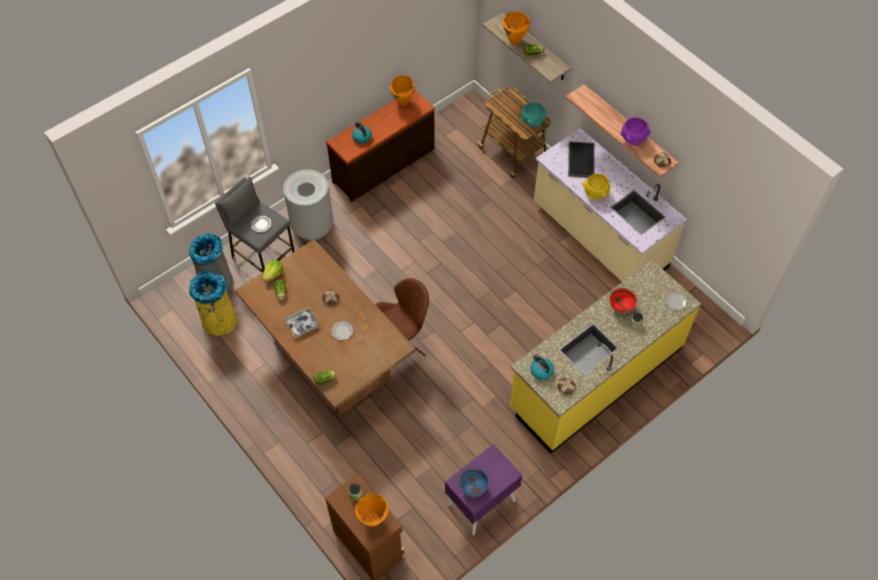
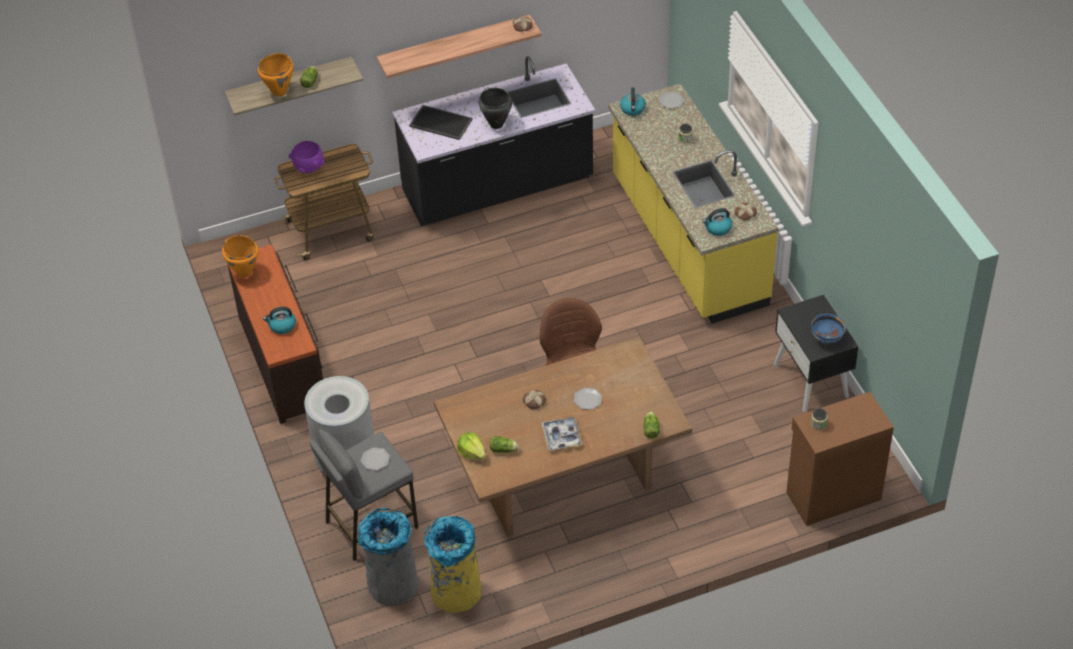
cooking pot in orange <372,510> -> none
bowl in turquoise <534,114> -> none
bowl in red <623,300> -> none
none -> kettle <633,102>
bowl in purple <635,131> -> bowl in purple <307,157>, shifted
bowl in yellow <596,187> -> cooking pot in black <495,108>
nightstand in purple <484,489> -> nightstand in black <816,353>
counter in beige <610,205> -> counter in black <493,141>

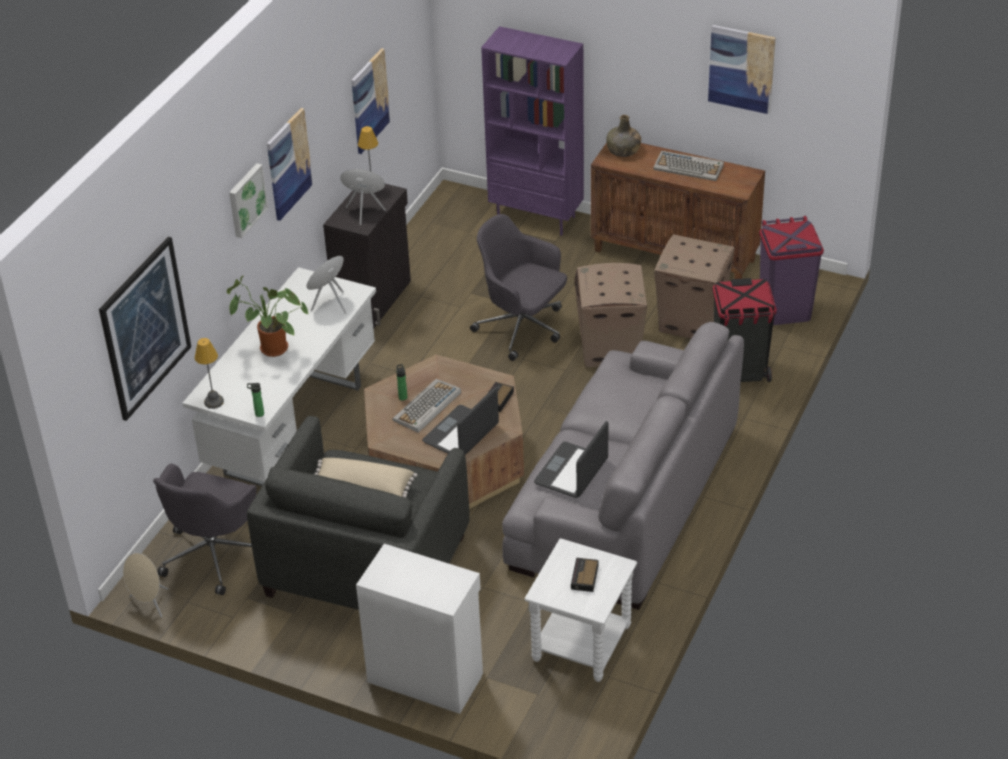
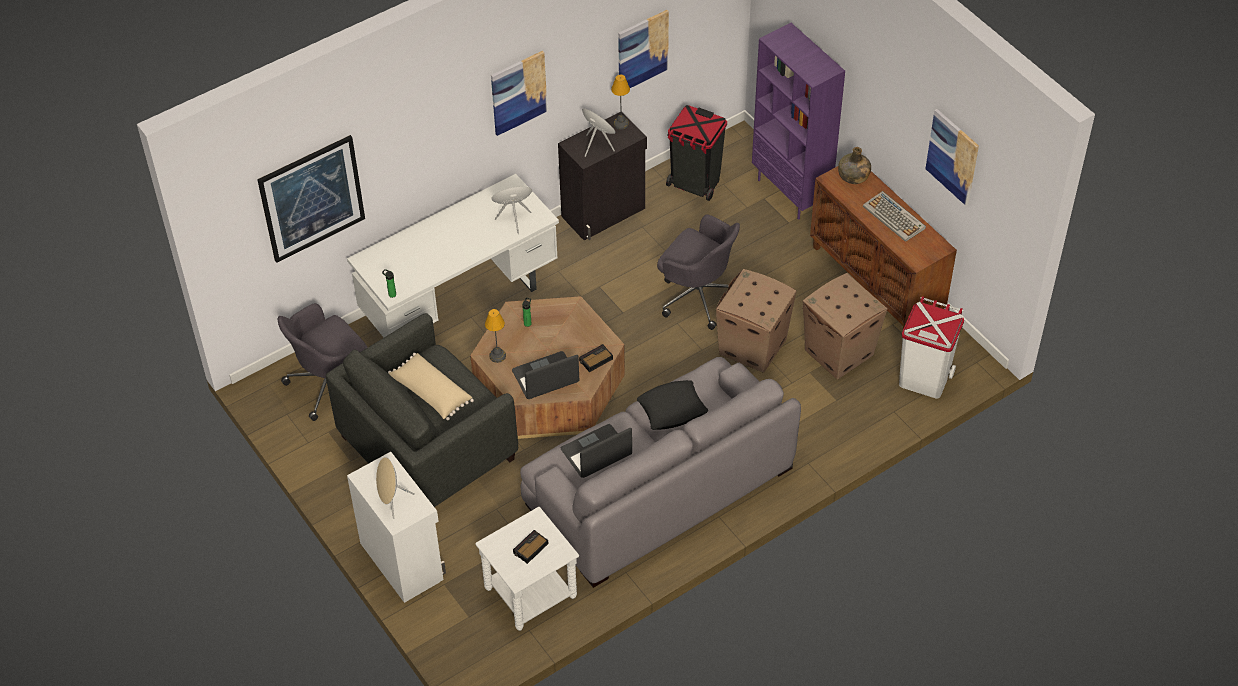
potted plant <267,316> -> none
picture <248,200> -> none
keyboard <426,406> -> none
none -> pillow in black <672,405>
speaker in beige <145,585> -> speaker in beige <395,488>, shifted
table lamp <209,373> -> table lamp <495,336>, shifted
trash can in black <745,330> -> trash can in black <696,153>, shifted
trash can in purple <791,270> -> trash can in white <931,347>
office chair in grey <518,287> -> office chair in grey <698,272>, 150 degrees clockwise

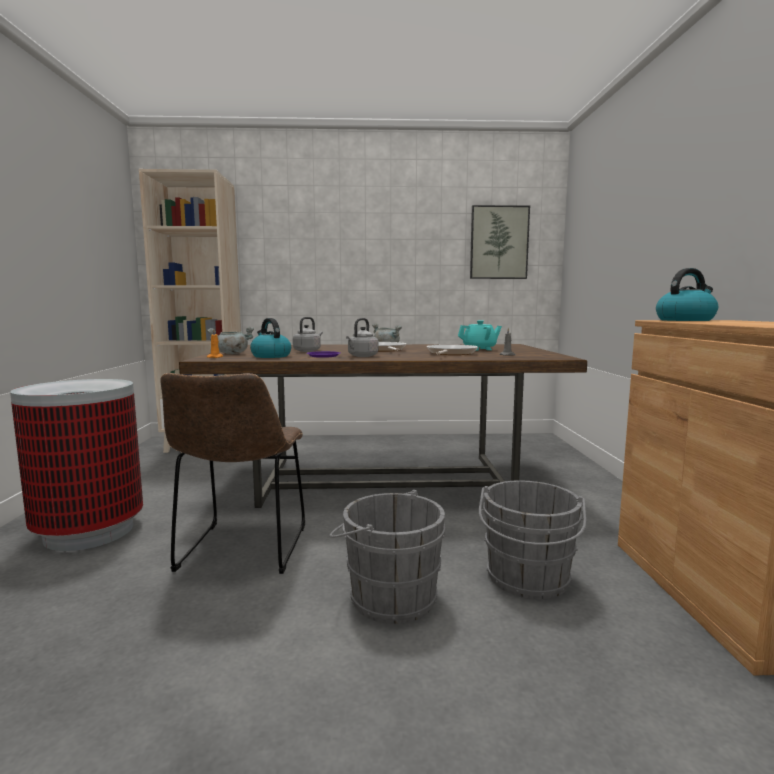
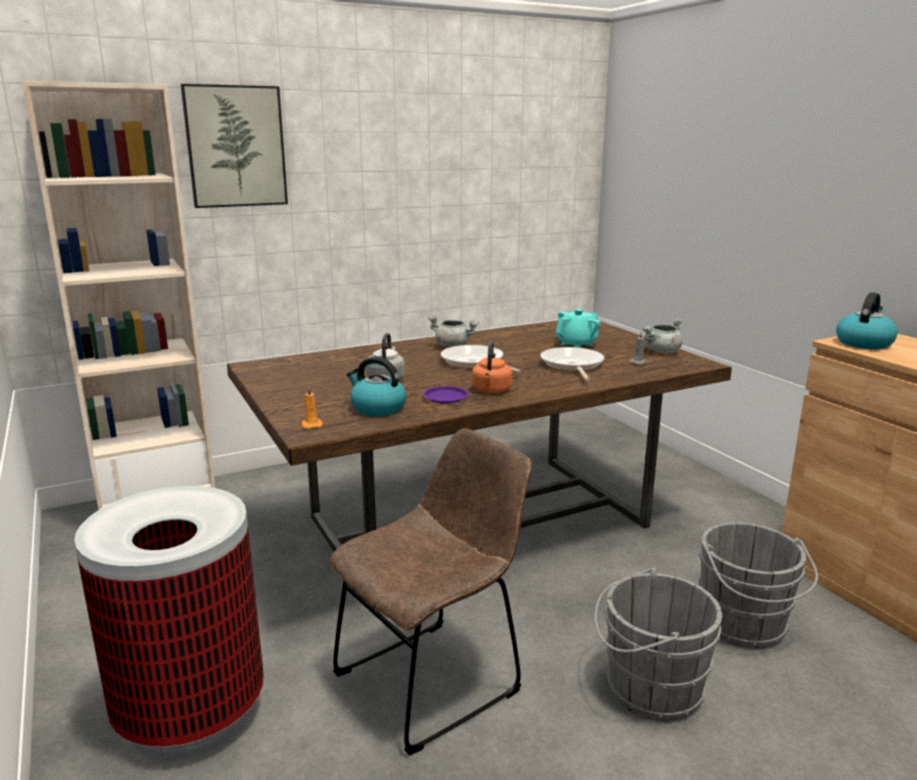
cooking pot in grey <230,340> -> cooking pot in grey <662,336>, shifted
picture <500,242> -> picture <234,146>, shifted
kettle in grey <362,337> -> kettle in orange <492,367>
chair in brown <233,473> -> chair in brown <430,592>, 105 degrees counterclockwise

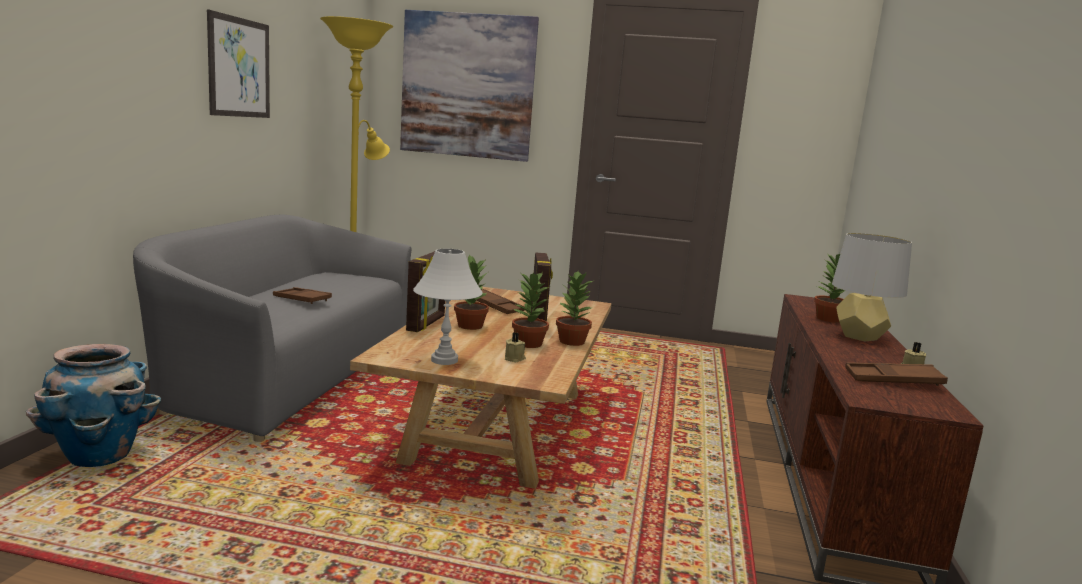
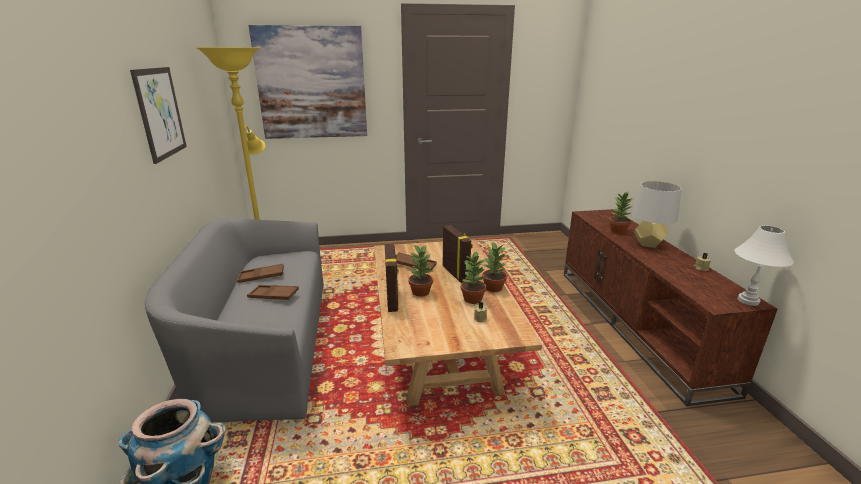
table lamp in white <448,307> -> table lamp in white <764,266>, shifted
tray in brown <896,374> -> tray in brown <260,273>, shifted

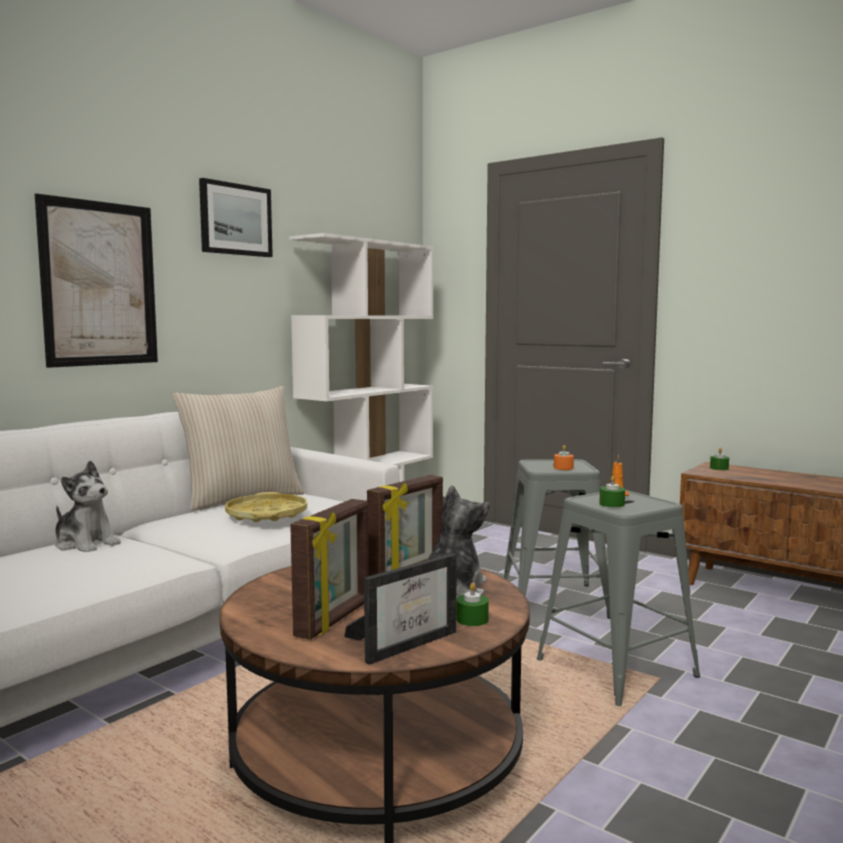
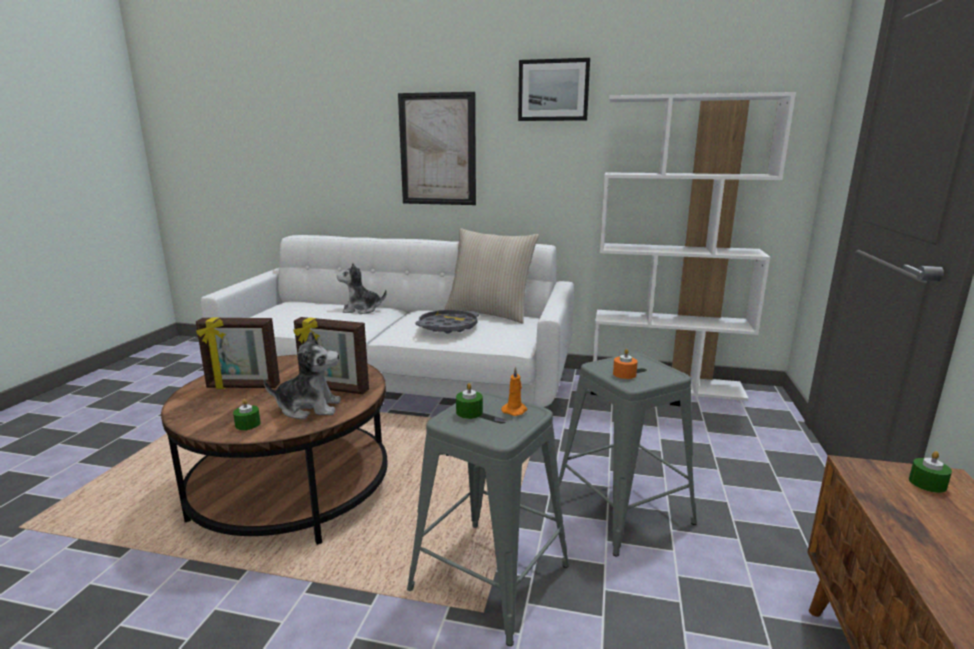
picture frame <400,609> -> none
tray in yellow <266,507> -> tray in grey <447,322>
plush toy <88,506> -> plush toy <362,288>, 75 degrees clockwise

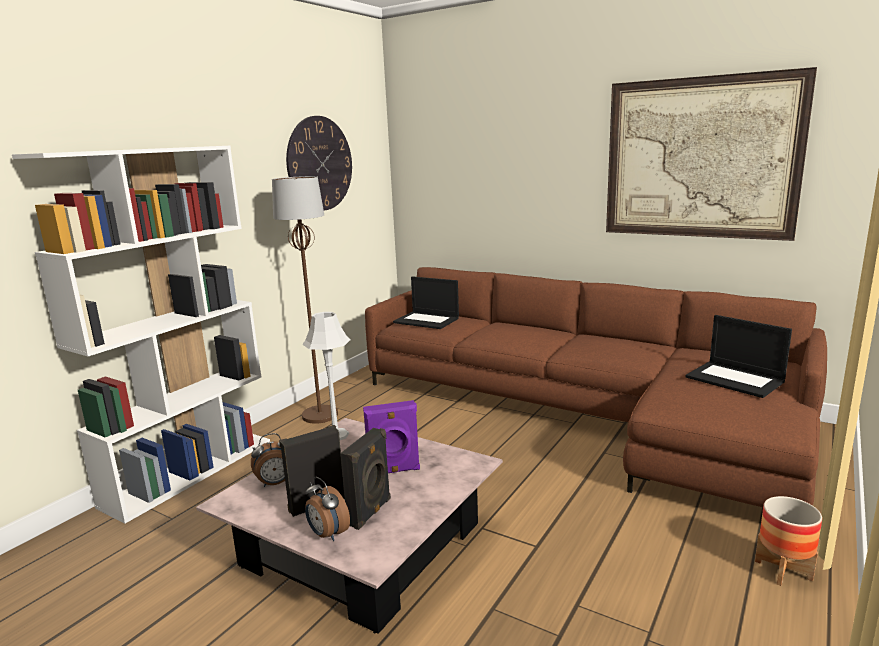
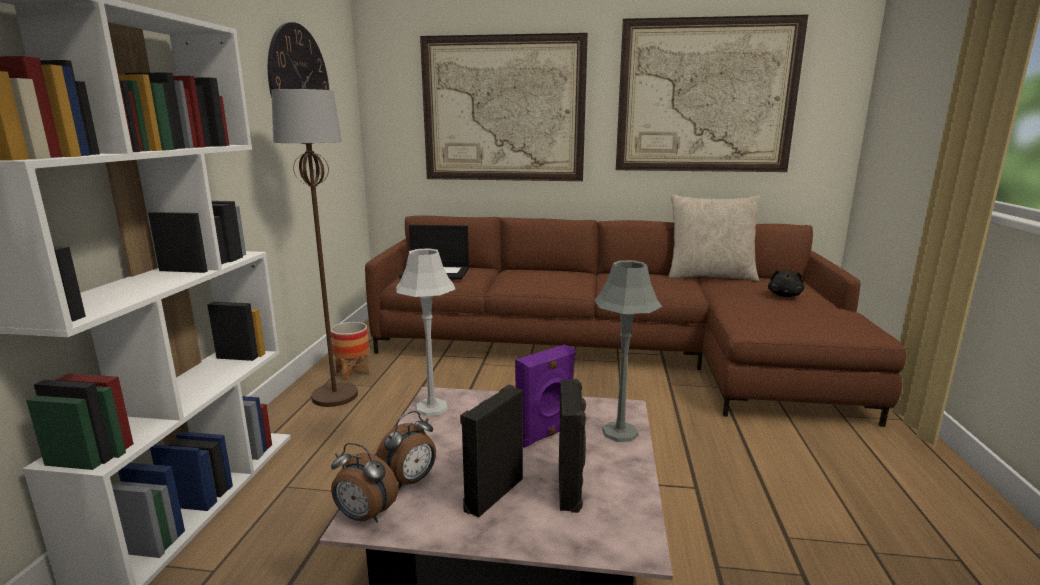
none -> picture <504,107>
none -> table lamp in grey <628,351>
none -> pillow in beige <714,238>
alarm clock <327,509> -> alarm clock <364,482>, shifted
planter <788,541> -> planter <350,351>, shifted
laptop <739,356> -> plush toy in black <786,283>

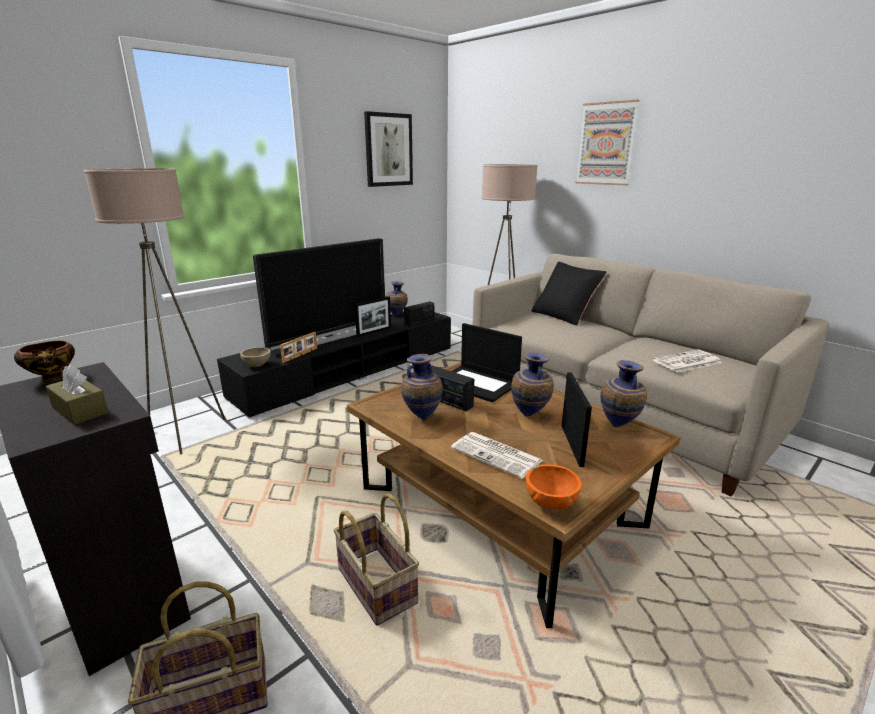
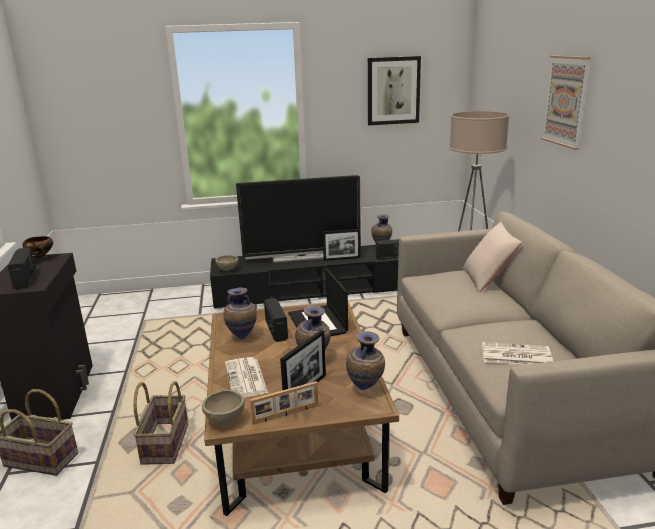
floor lamp in beige <154,311> -> none
picture frame <298,347> -> picture frame <284,403>, shifted
tissue box in brown <77,395> -> radio <22,268>
bowl in orange <554,486> -> bowl in beige <223,407>
pillow in black <569,293> -> pillow in beige <492,257>

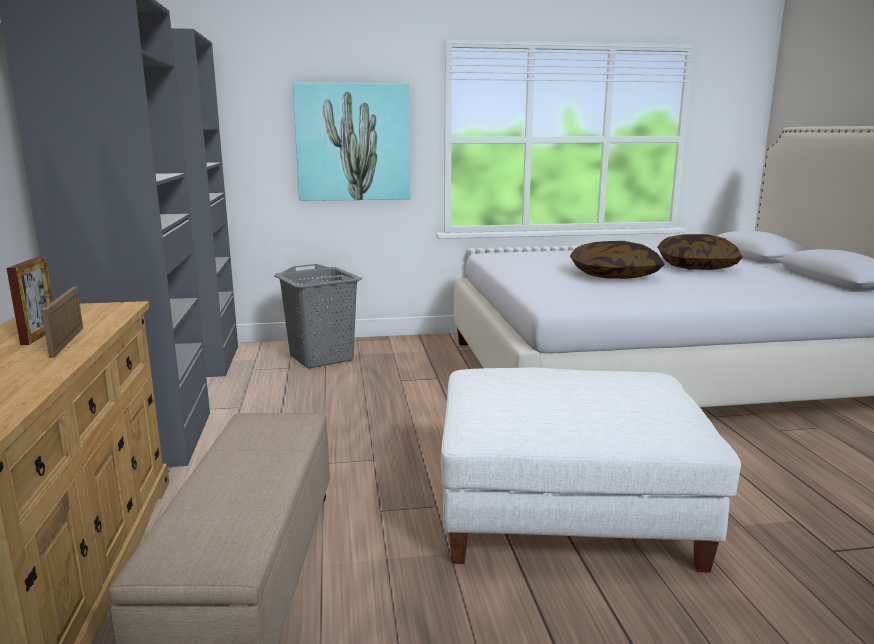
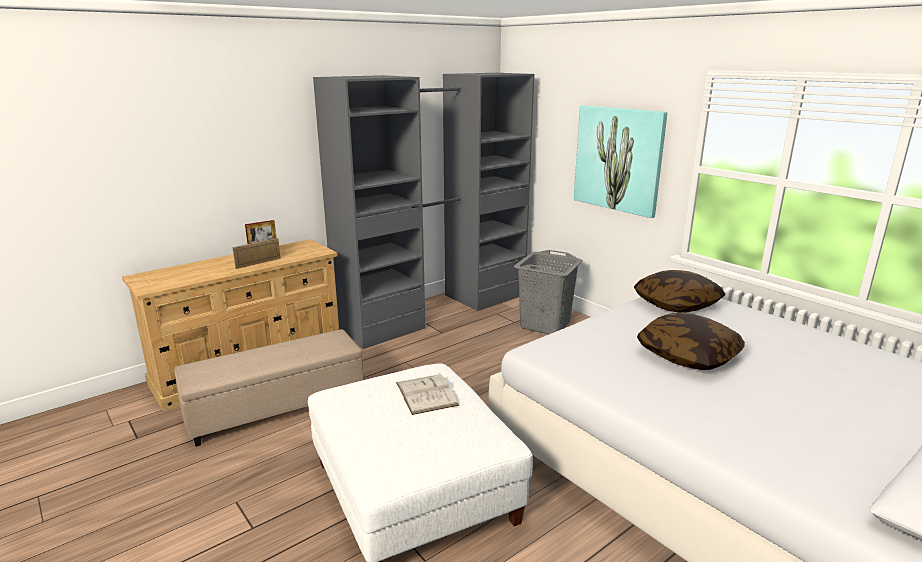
none -> book in white <427,394>
pillow <699,252> -> pillow <680,291>, shifted

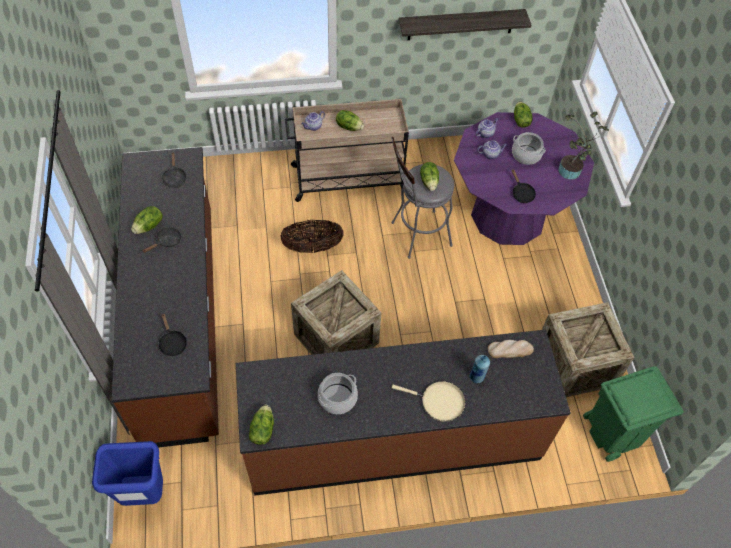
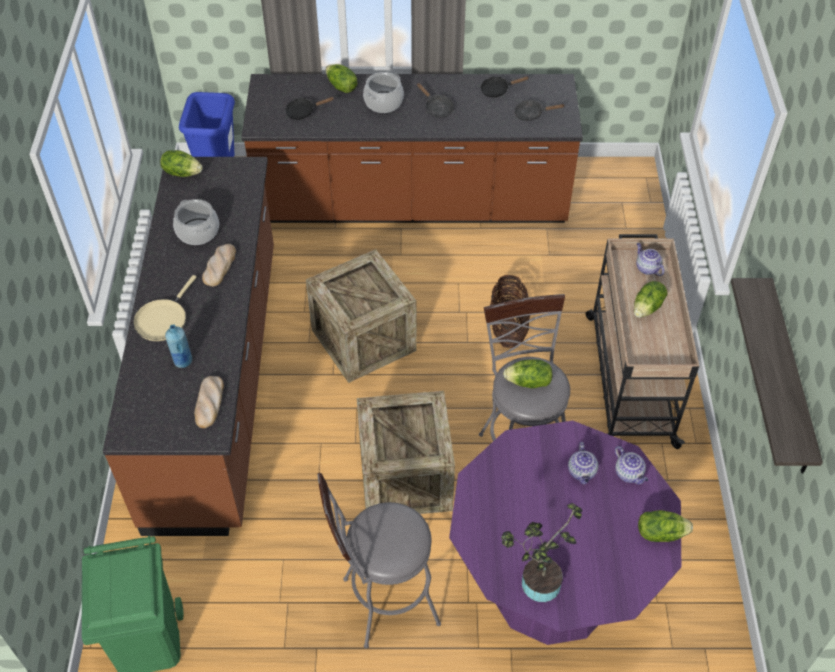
none -> bread <219,265>
none -> stool in grey <379,561>
lettuce <147,220> -> lettuce <342,78>, shifted
cooking pot <529,148> -> cooking pot <383,92>, shifted
frying pan in black <524,186> -> frying pan in black <504,86>, shifted
crate <588,349> -> crate <406,452>, shifted

